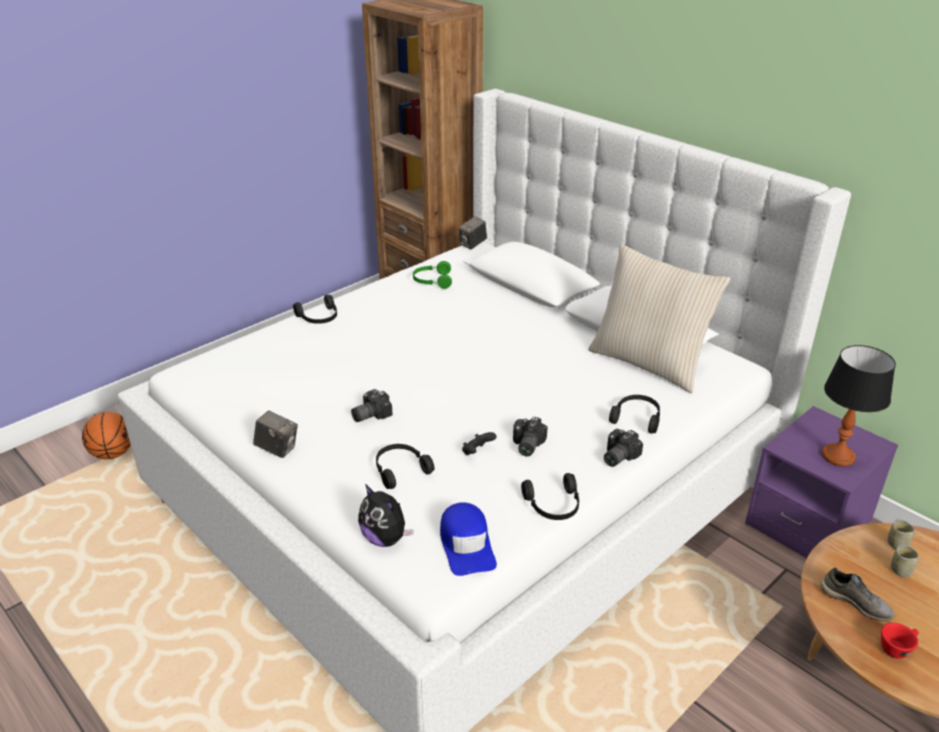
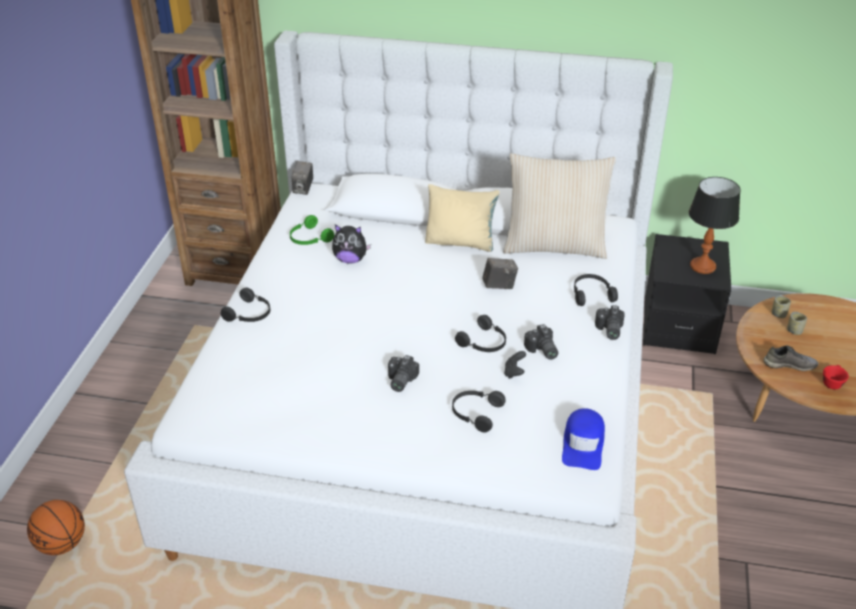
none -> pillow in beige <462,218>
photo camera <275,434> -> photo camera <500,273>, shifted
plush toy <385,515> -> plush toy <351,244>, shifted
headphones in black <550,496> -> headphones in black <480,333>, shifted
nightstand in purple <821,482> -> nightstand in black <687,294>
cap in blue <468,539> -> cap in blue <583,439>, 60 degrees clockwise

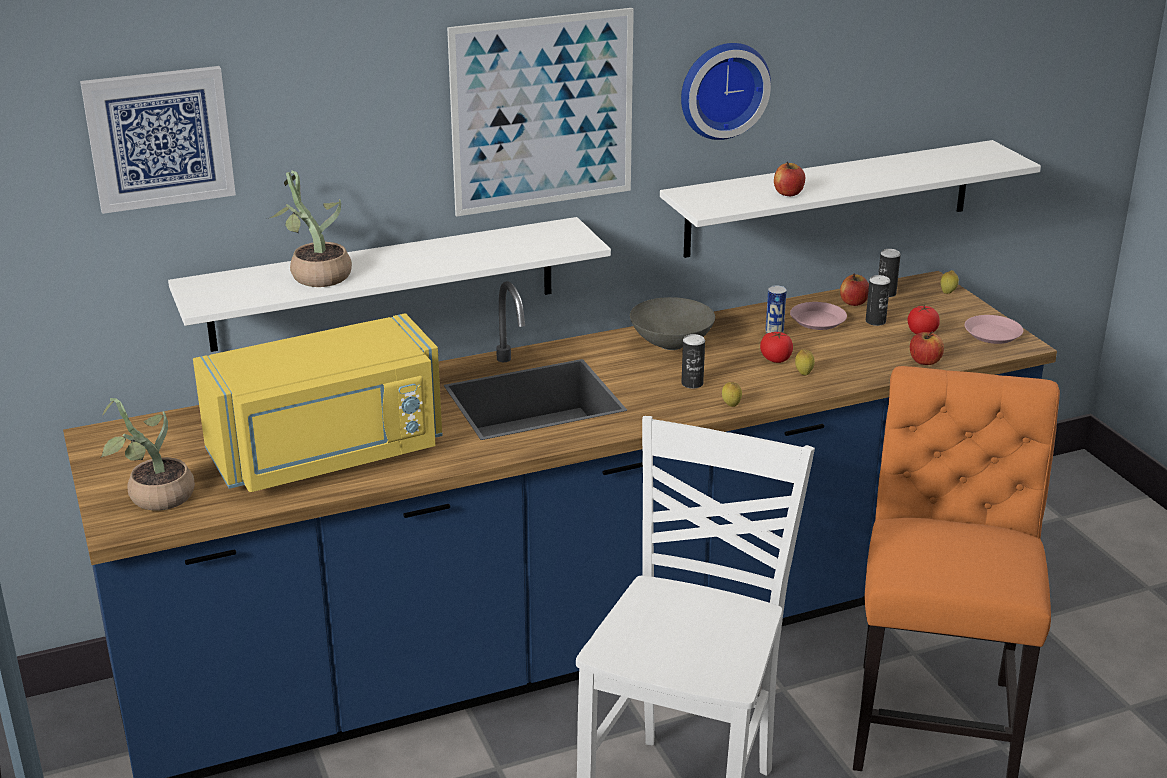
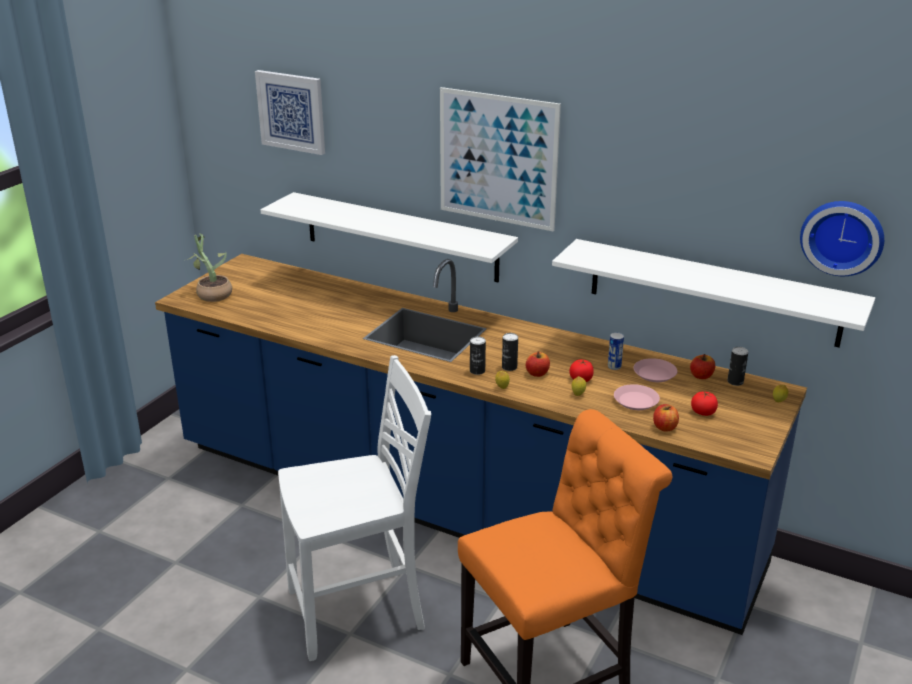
microwave in yellow <318,402> -> none
potted plant <310,228> -> none
bowl in grey <672,323> -> none
wall clock <726,91> -> wall clock <842,238>, shifted
apple <789,179> -> apple <538,364>, shifted
can <878,300> -> can <478,355>, shifted
plate in pink <994,329> -> plate in pink <637,397>, shifted

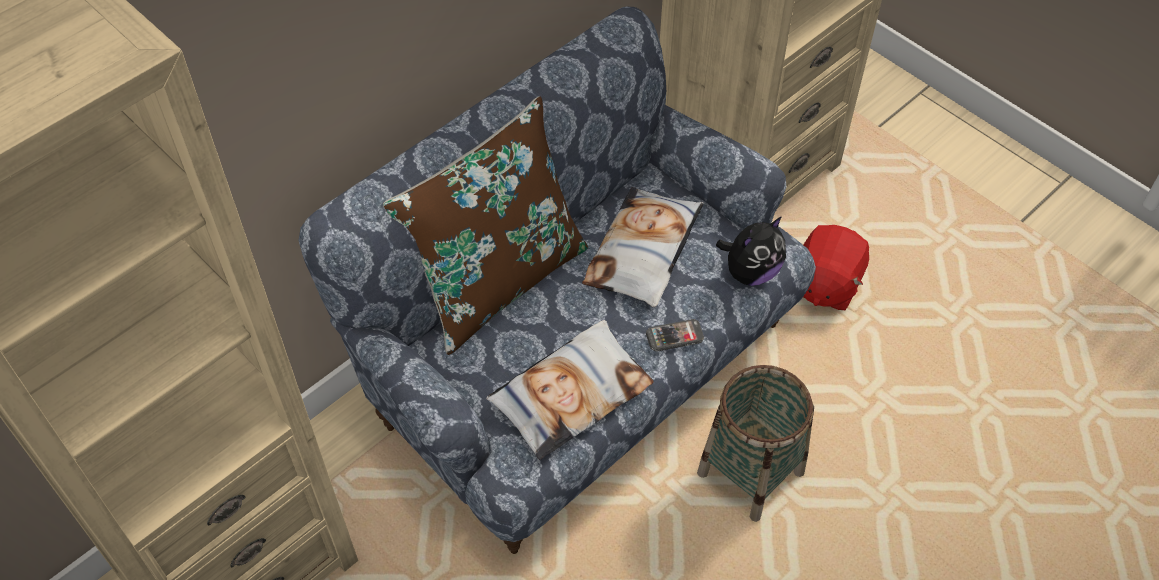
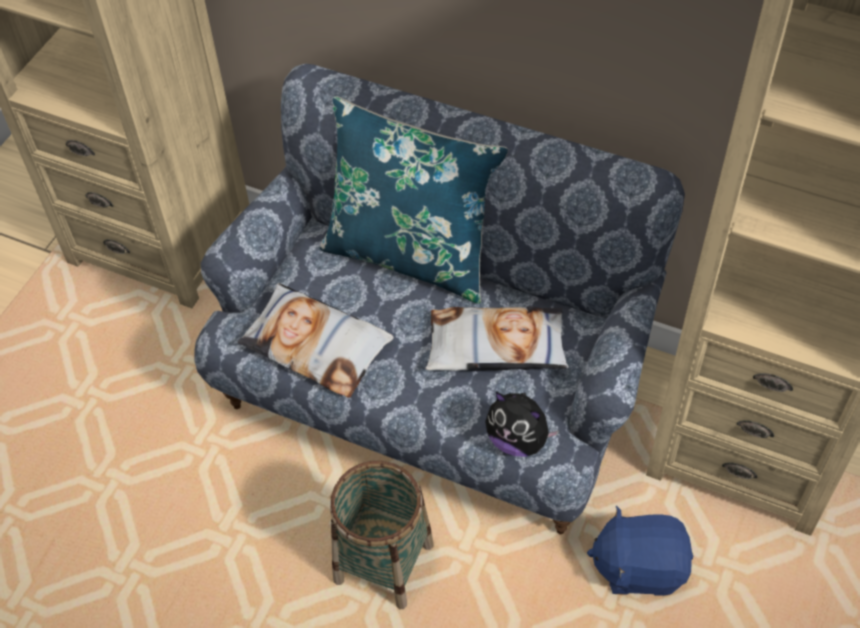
phone <675,335> -> none
pillow in brown <485,225> -> pillow in blue <414,200>
plush toy in red <836,268> -> plush toy in blue <640,550>

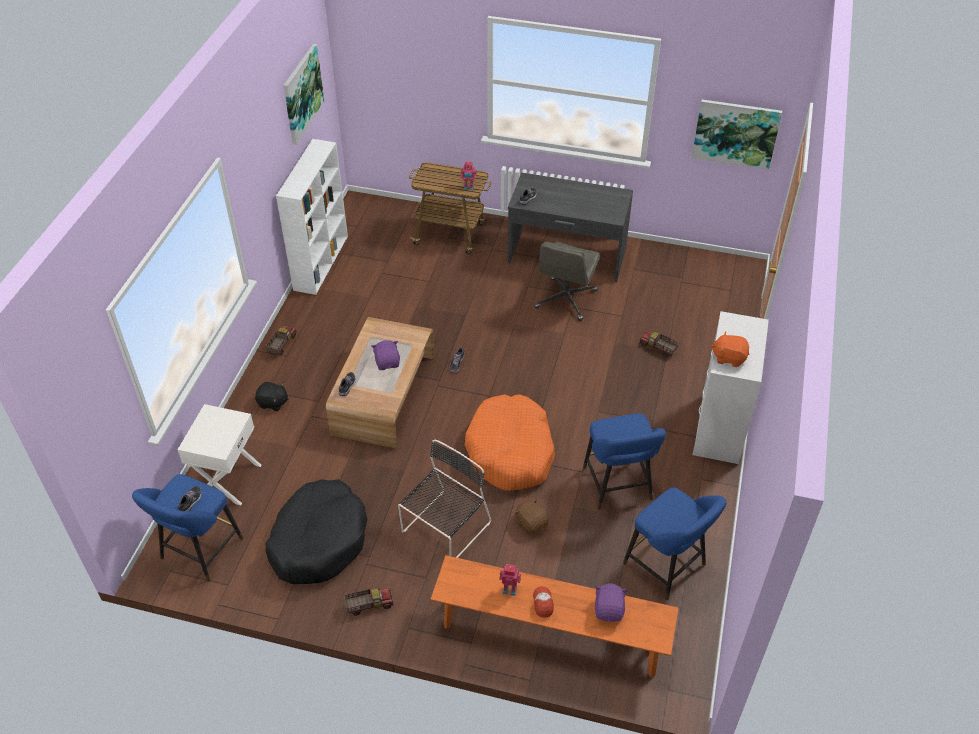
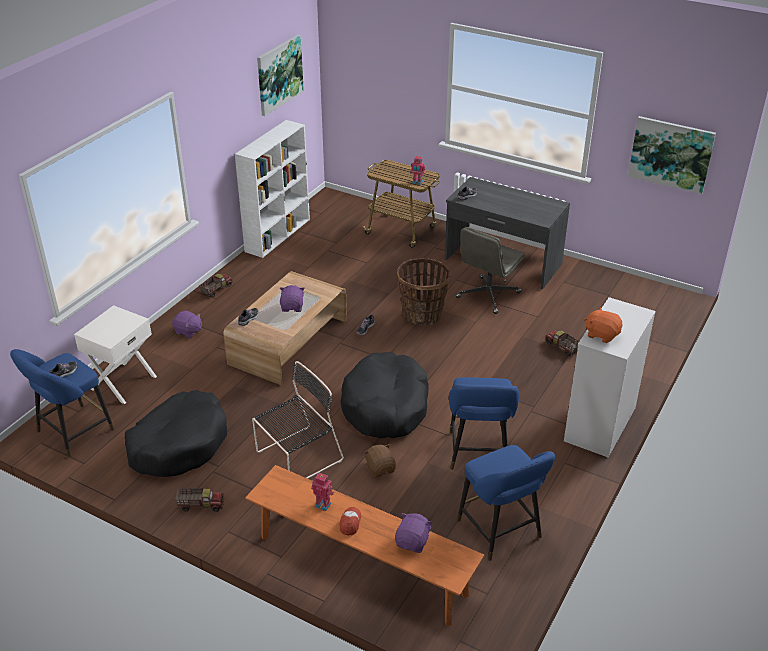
none -> basket <423,291>
plush toy in black <272,396> -> plush toy in purple <187,324>
dog bed in orange <510,442> -> dog bed in black <384,395>

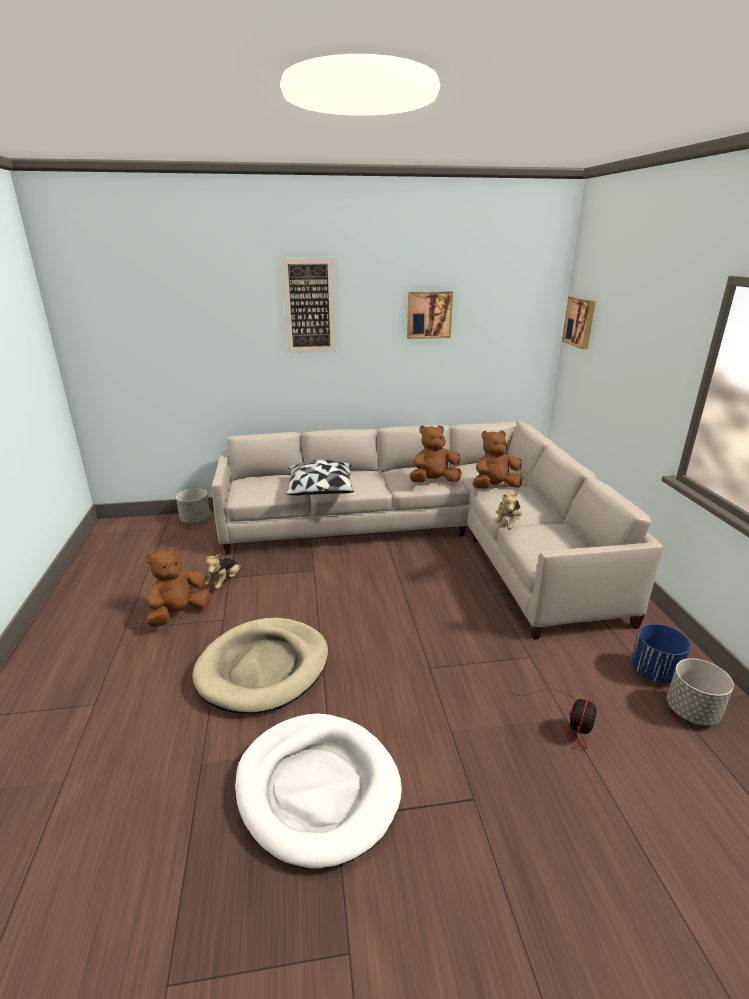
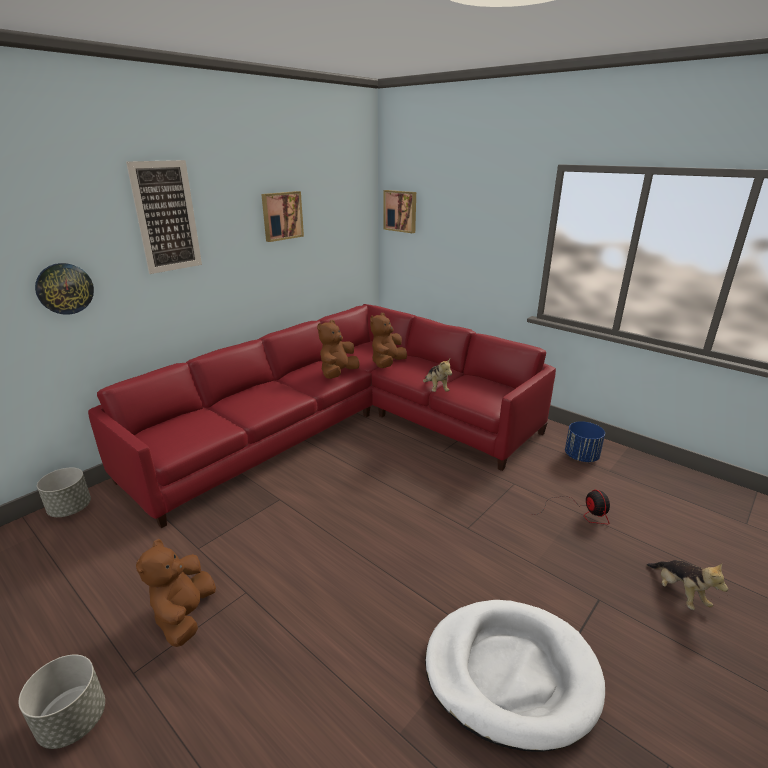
dog bed in beige <260,666> -> none
pillow <320,477> -> none
none -> wall clock <64,289>
plush toy <222,571> -> plush toy <687,585>, shifted
planter in grey <700,692> -> planter in grey <61,702>, shifted
sofa in beige <438,530> -> sofa in red <322,416>

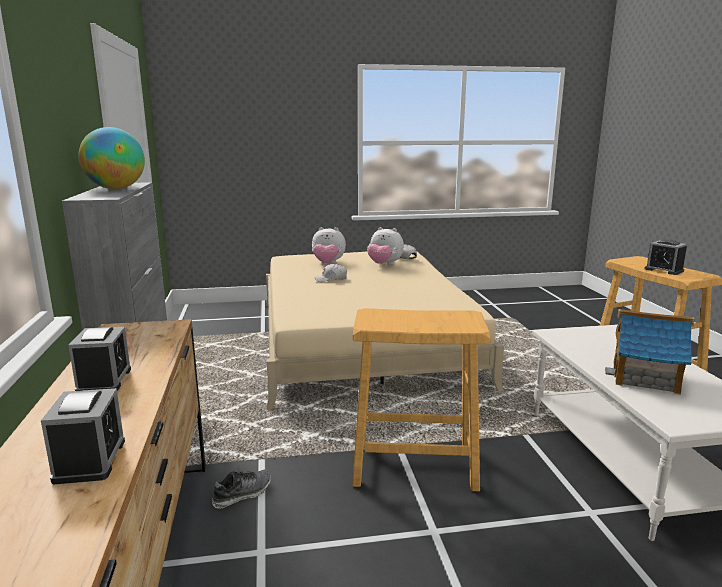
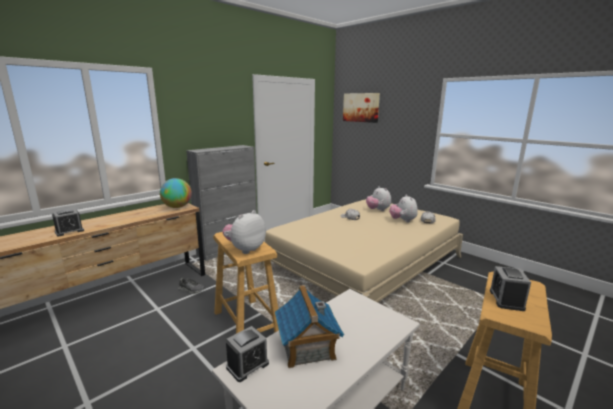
none -> plush toy <244,232>
none -> picture <361,108>
alarm clock <99,359> -> alarm clock <247,354>, shifted
globe <111,158> -> globe <176,193>, shifted

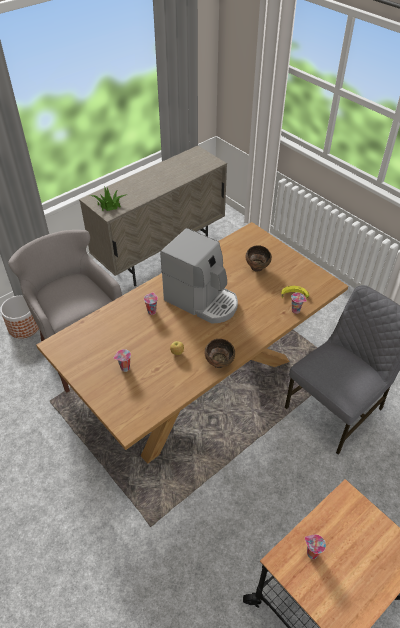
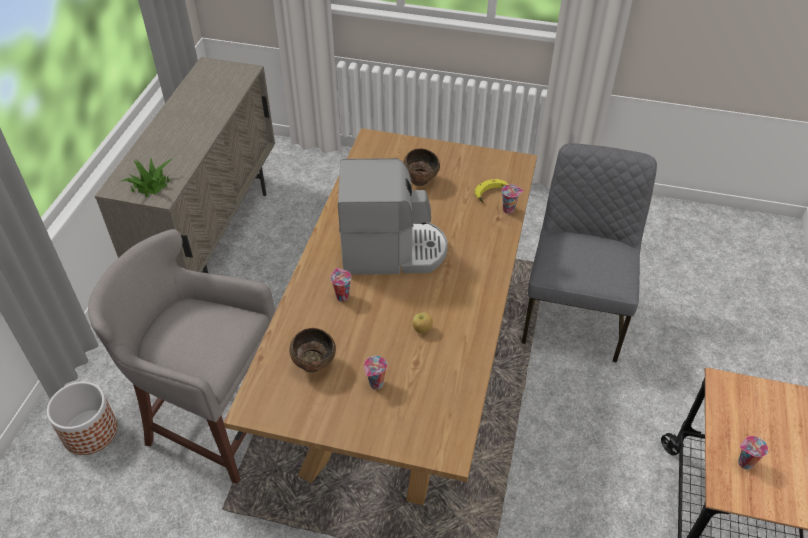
bowl in brown <220,353> -> bowl in brown <312,350>, shifted

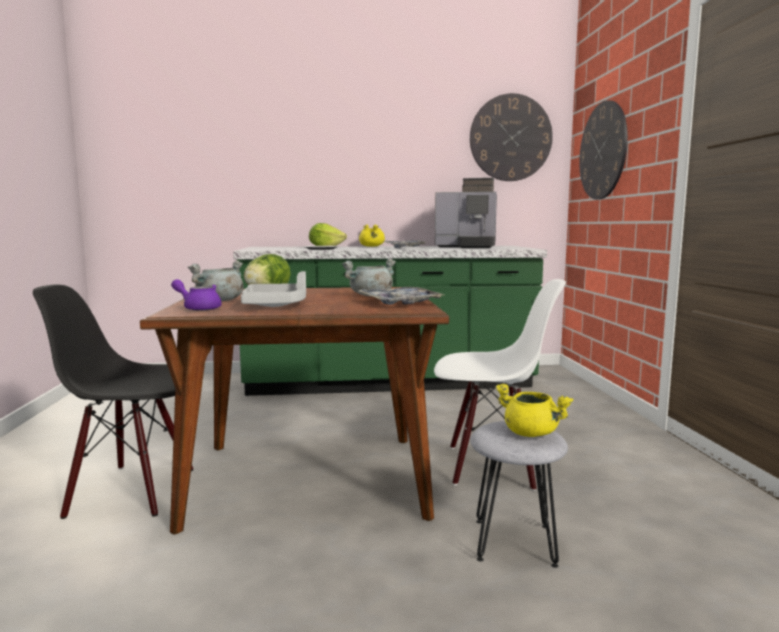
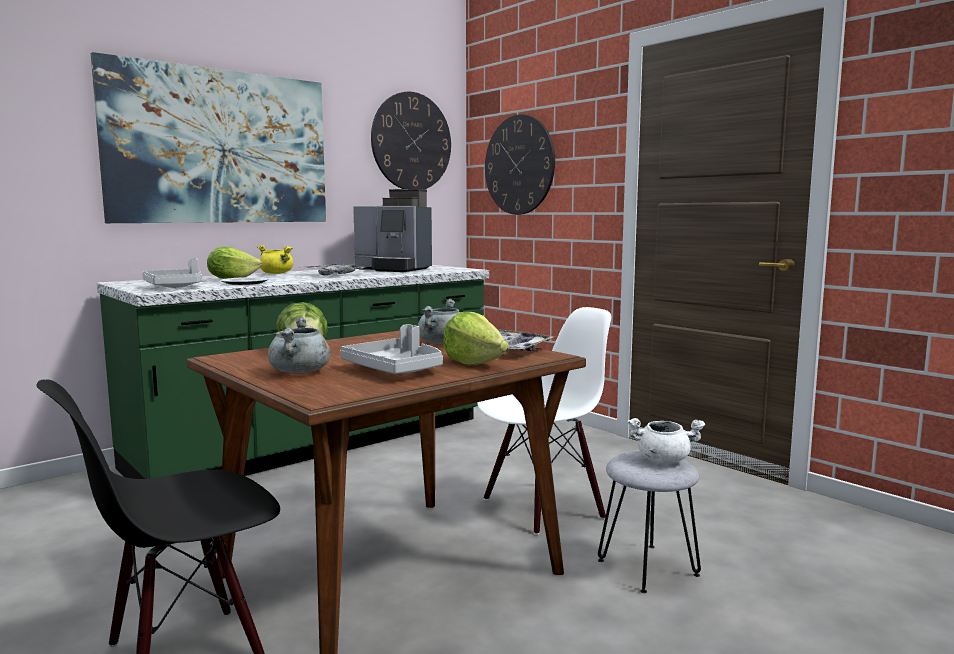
teapot in purple <196,295> -> none
none -> picture <208,137>
none -> tray in grey <172,273>
none -> lettuce <475,339>
cooking pot in yellow <534,410> -> cooking pot in white <666,441>
coffee machine <466,213> -> coffee machine <392,230>, 45 degrees clockwise

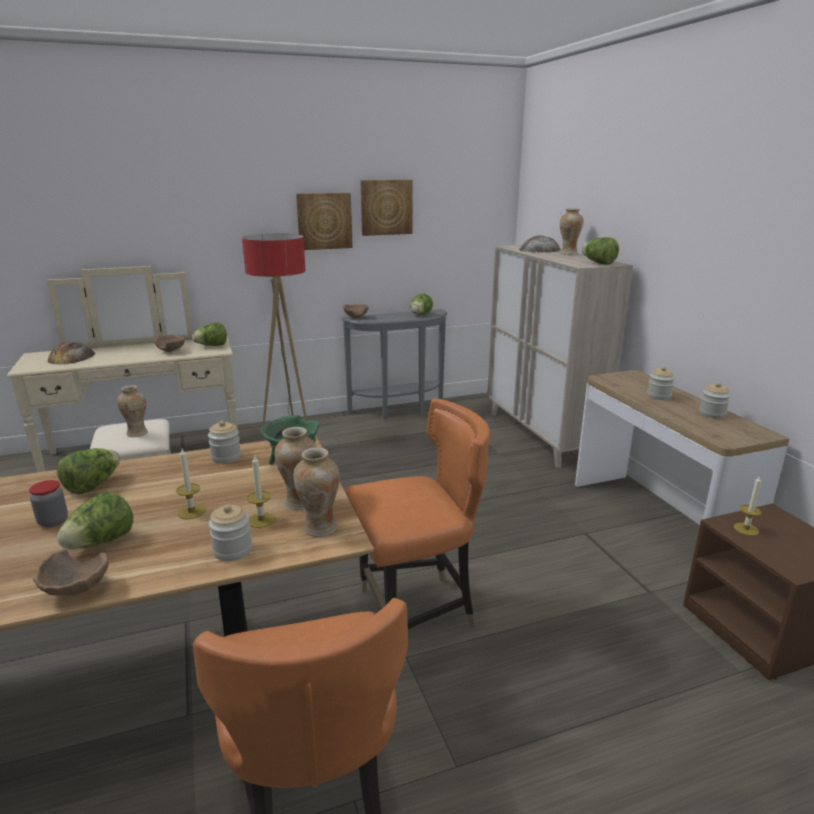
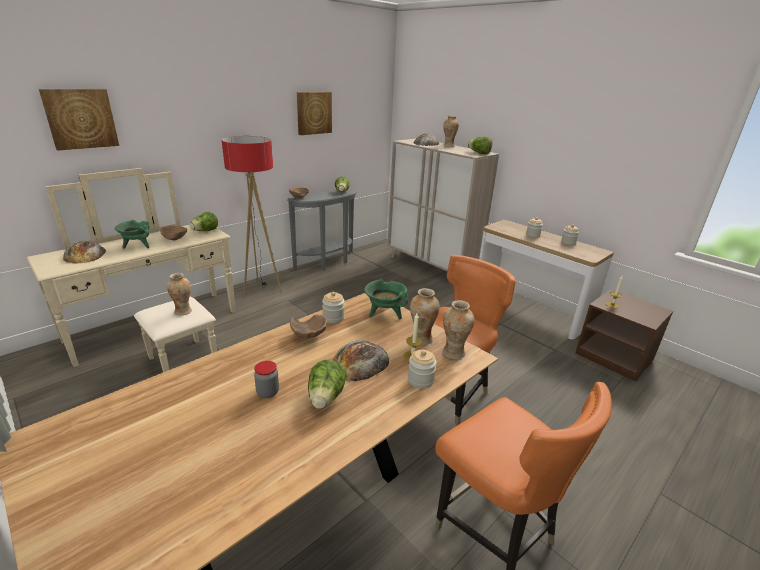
lettuce <88,471> -> none
none -> cooking pot in green <132,234>
bowl in brown <71,572> -> bowl in brown <309,326>, shifted
picture <324,221> -> picture <79,120>, shifted
candle <191,484> -> bread <361,360>

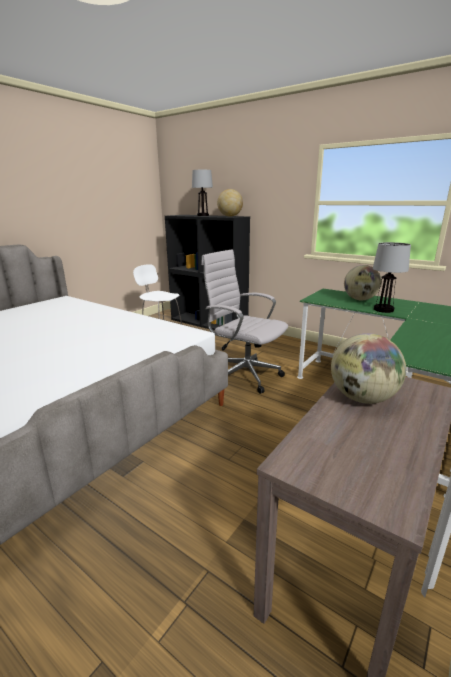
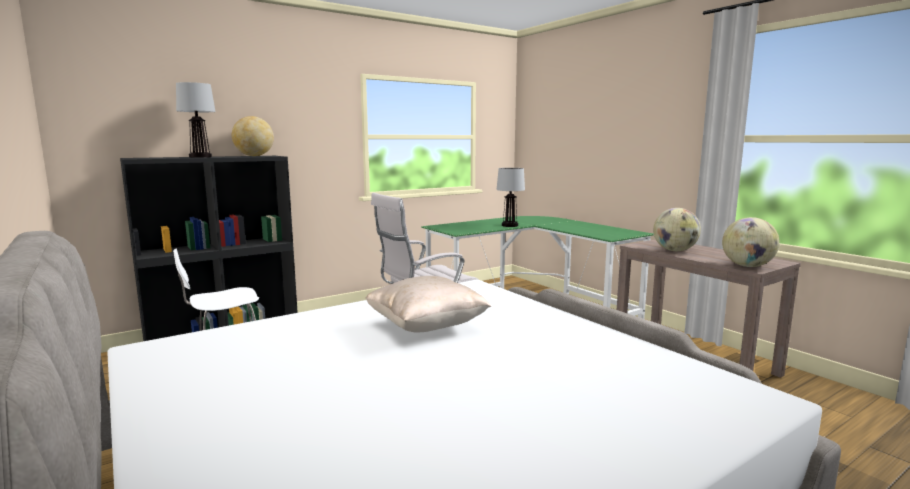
none -> pillow in beige <428,304>
globe <362,282> -> globe <751,242>, shifted

